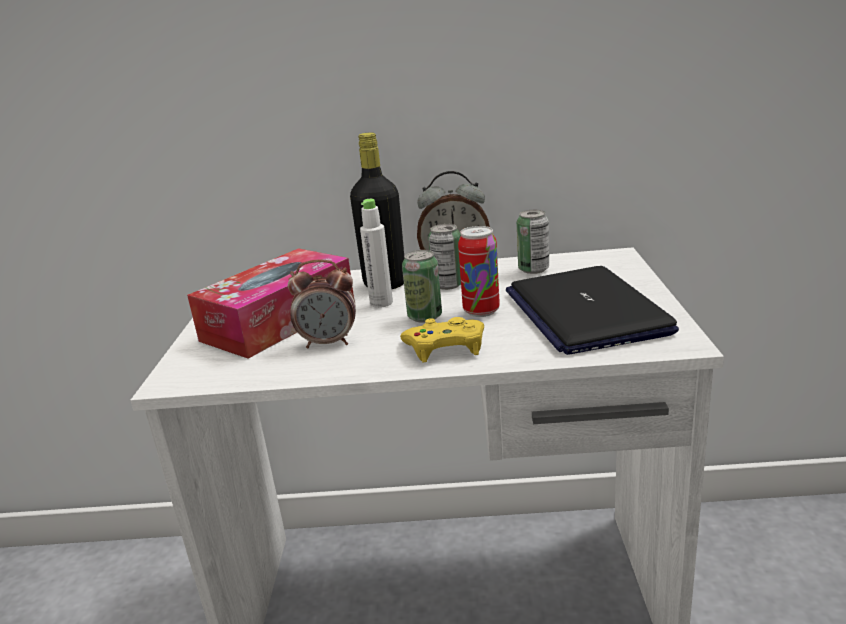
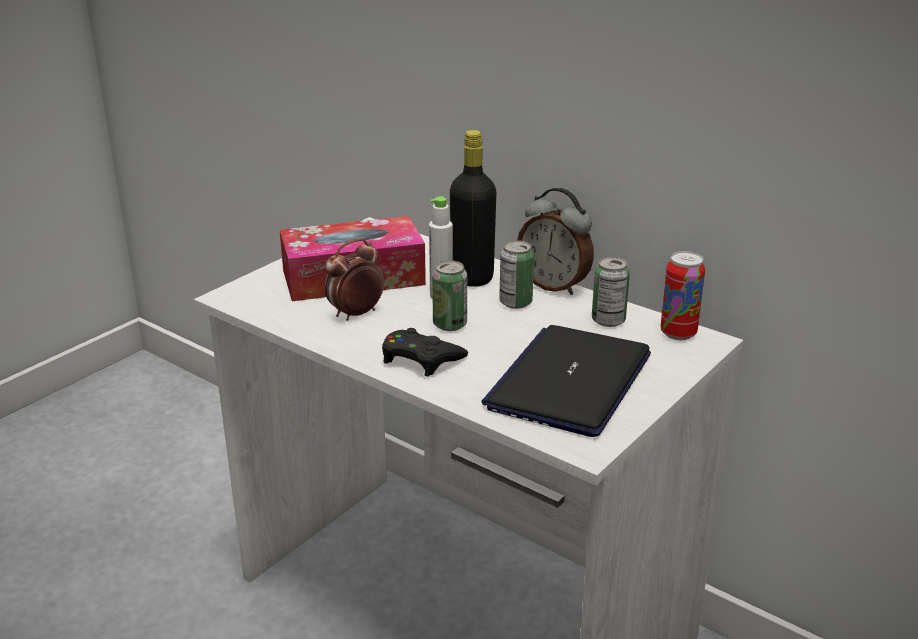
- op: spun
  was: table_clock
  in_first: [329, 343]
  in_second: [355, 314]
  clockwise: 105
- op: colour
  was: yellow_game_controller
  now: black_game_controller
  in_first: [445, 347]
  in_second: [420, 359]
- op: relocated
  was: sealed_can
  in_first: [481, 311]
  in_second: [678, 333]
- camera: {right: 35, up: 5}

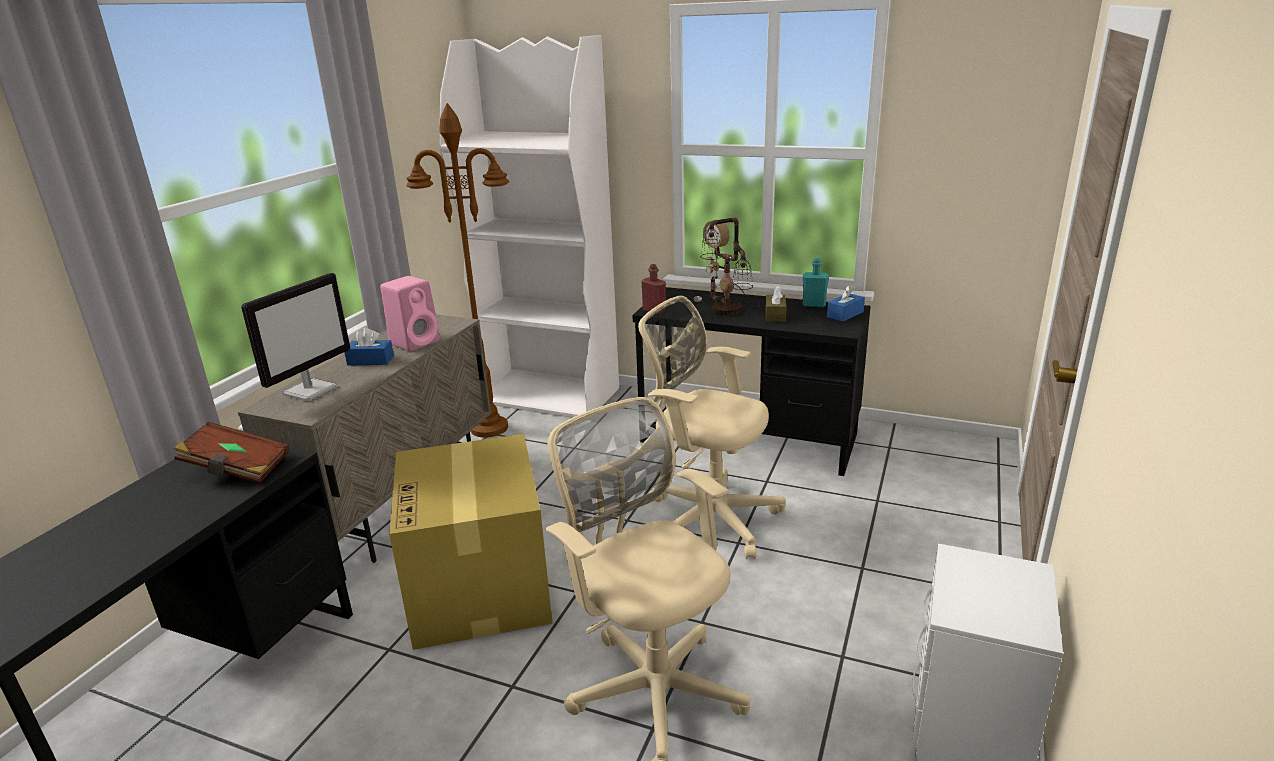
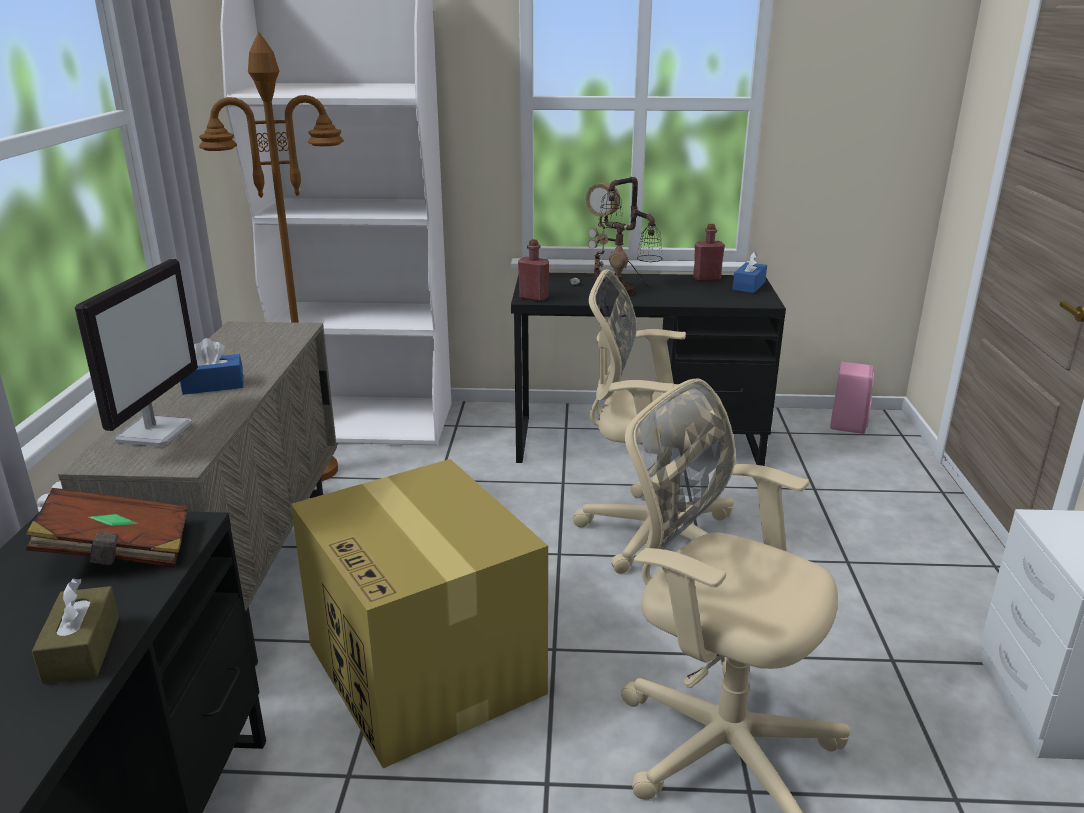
- op: relocated
  was: brown_tissue_holder
  in_first: [775, 315]
  in_second: [82, 649]
- op: colour
  was: blue-green_bottle
  now: red-coloured_bottle
  in_first: [814, 305]
  in_second: [707, 279]
- op: relocated
  was: pink_loudspeaker
  in_first: [415, 342]
  in_second: [847, 424]
- camera: {right: -20, up: 0}

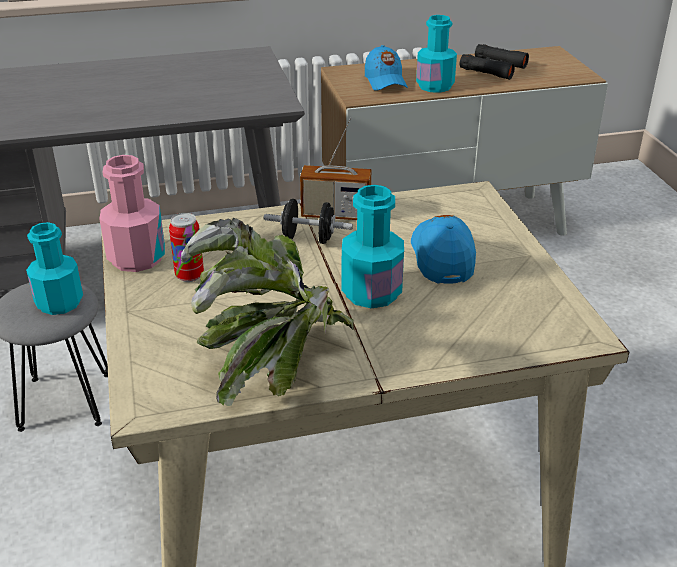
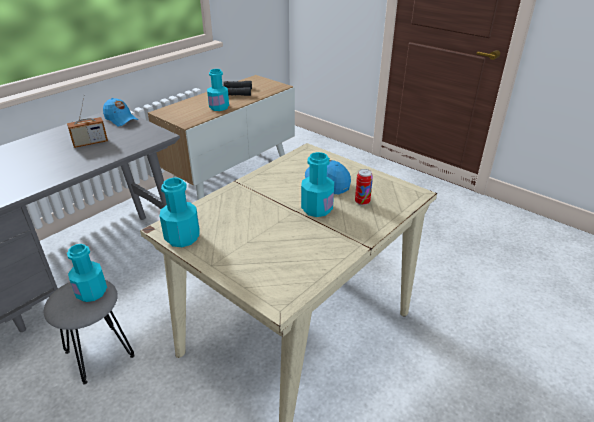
- op: relocated
  was: radio_set
  in_first: [336, 214]
  in_second: [90, 143]
- op: relocated
  was: bluish_cap
  in_first: [385, 81]
  in_second: [121, 119]
- op: colour
  was: pink_bottle
  now: blue-green_bottle
  in_first: [137, 258]
  in_second: [182, 237]
- op: relocated
  was: sealed_can
  in_first: [189, 276]
  in_second: [362, 202]
- op: missing
  was: houseplant
  in_first: [274, 363]
- op: missing
  was: black_hand_weight
  in_first: [308, 239]
- camera: {right: -35, up: 0}

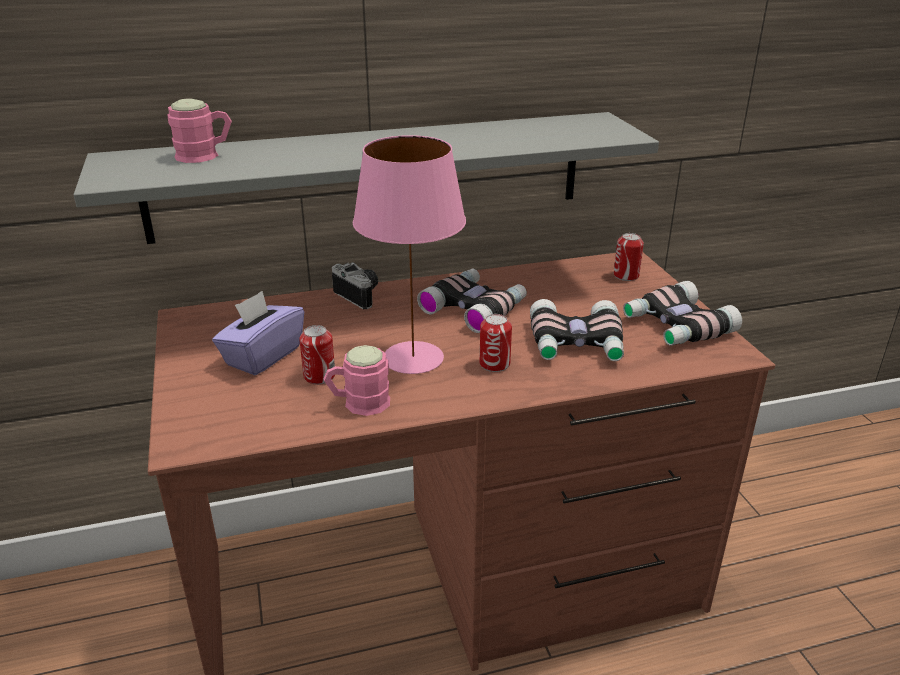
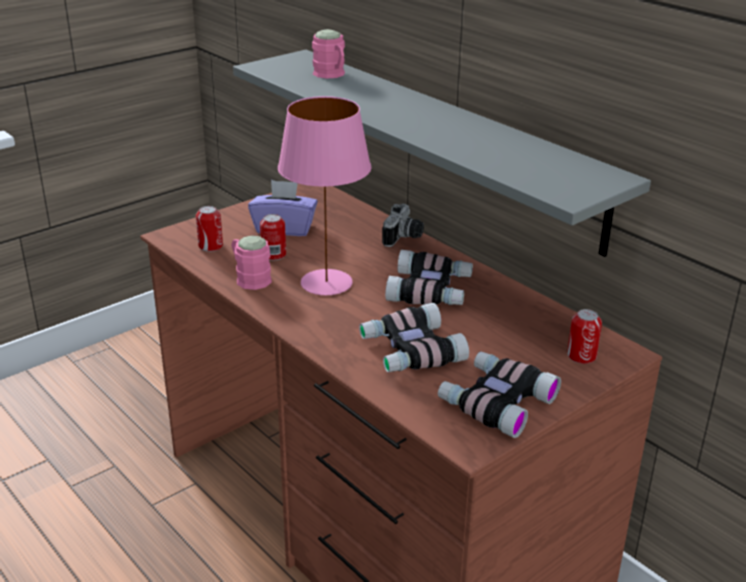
- op: relocated
  was: sealed_can
  in_first: [494, 364]
  in_second: [210, 246]
- camera: {right: 65, up: 0}

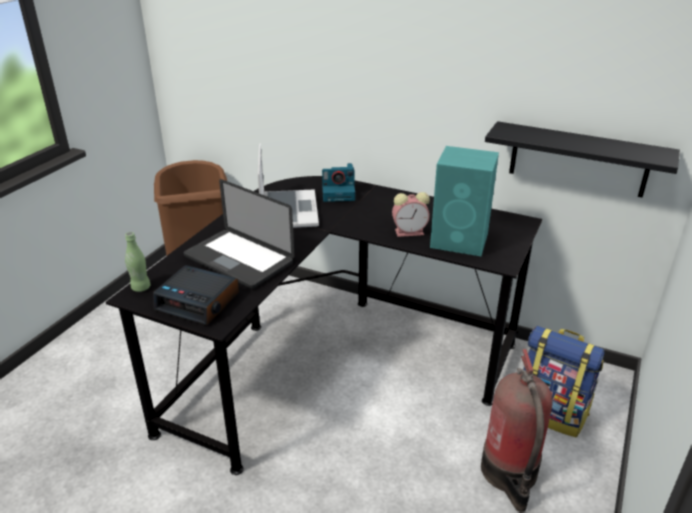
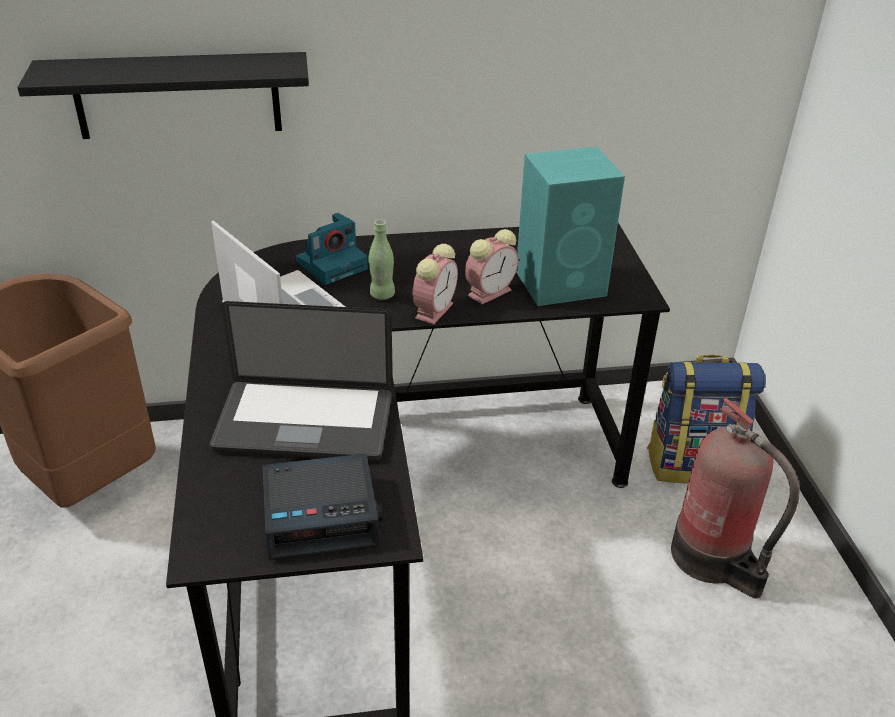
- op: relocated
  was: black_wall_shelf
  in_first: [578, 159]
  in_second: [177, 95]
- op: relocated
  was: green-coloured_bottle
  in_first: [141, 287]
  in_second: [382, 295]
- op: appeared
  now: table_clock
  in_second: [434, 309]
- camera: {right: -35, up: 5}

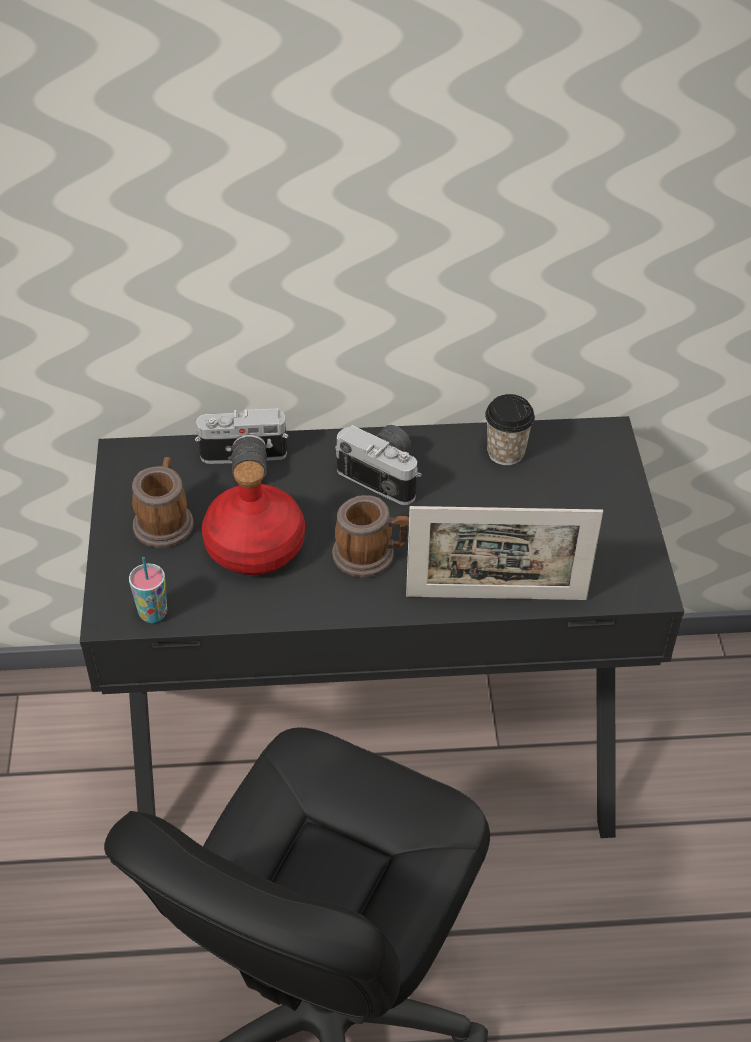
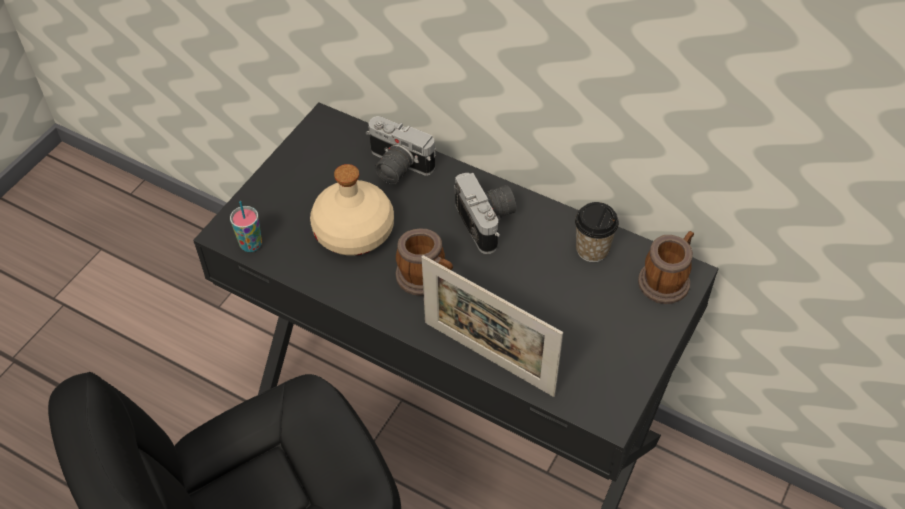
- op: colour
  was: red-coloured_bottle
  now: beige_bottle
  in_first: [254, 548]
  in_second: [353, 231]
- op: relocated
  was: coffee_mug
  in_first: [164, 520]
  in_second: [667, 279]
- camera: {right: 35, up: 5}

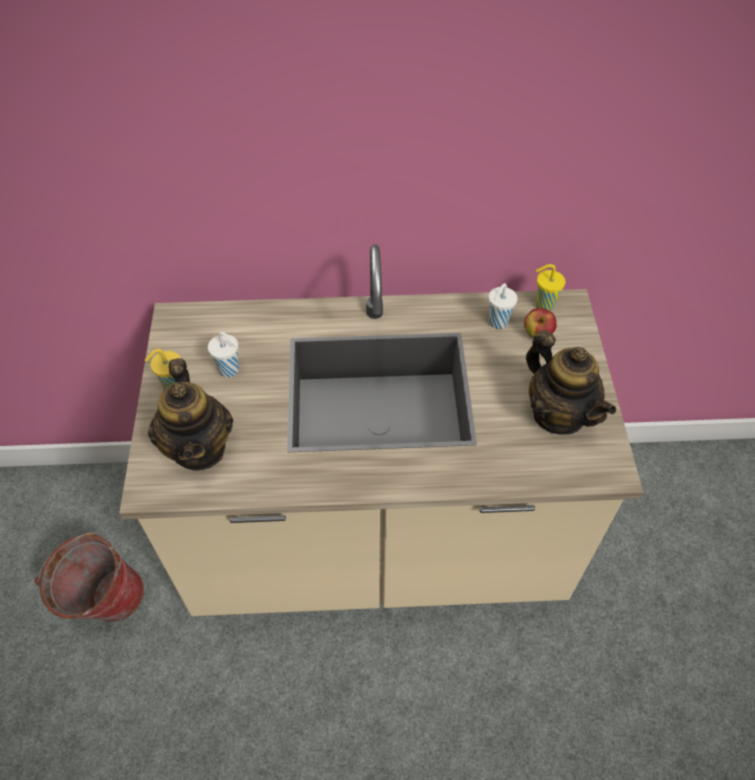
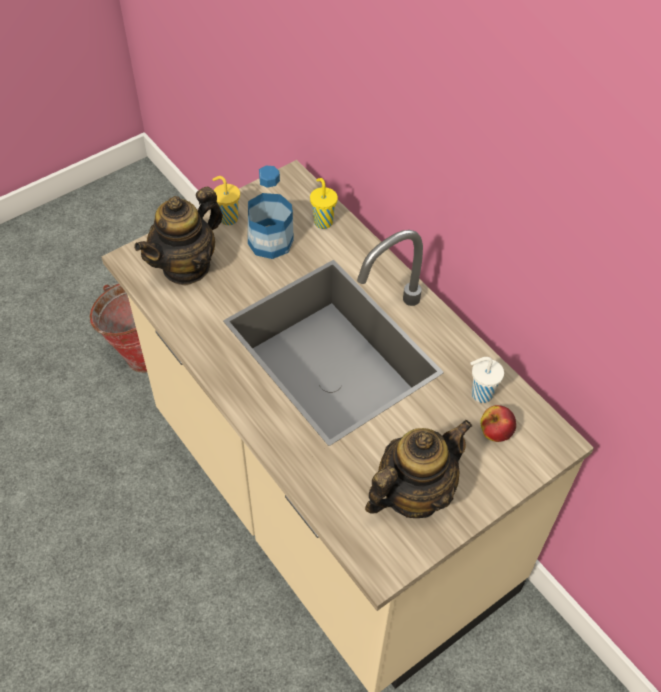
- op: exchanged
  was: white_cup
  now: bottle
  in_first: [230, 370]
  in_second: [270, 241]
- op: relocated
  was: yellow_cup
  in_first: [543, 305]
  in_second: [323, 221]
- op: spun
  was: pot_for_tea
  in_first: [558, 414]
  in_second: [413, 494]
  clockwise: -150
- camera: {right: 55, up: 0}

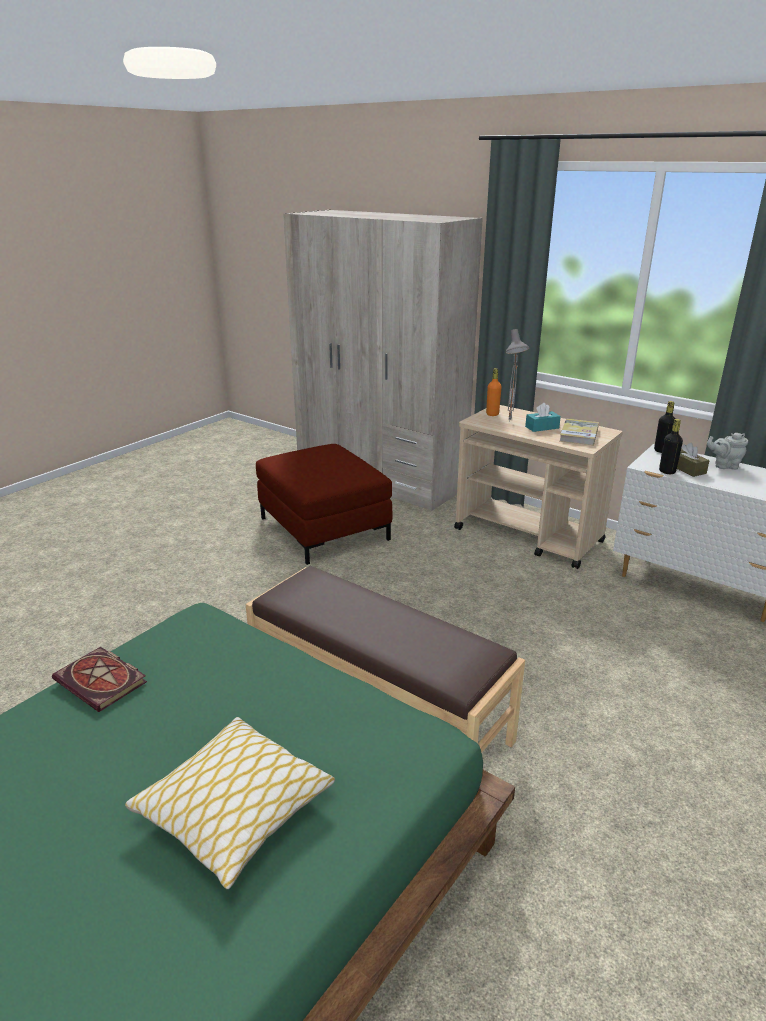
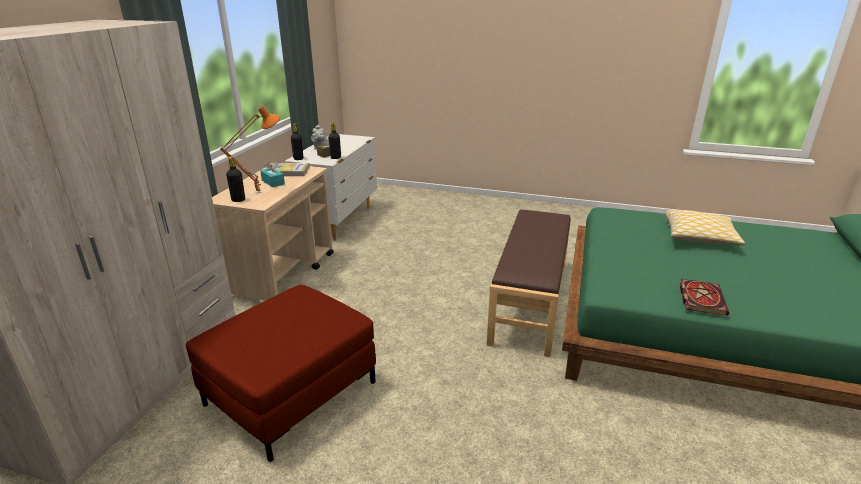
- op: colour
  was: gray_lamp_for_a_table
  now: orangey_lamp_for_a_table
  in_first: [511, 421]
  in_second: [259, 192]
- op: colour
  was: orangey_bottle
  now: black_bottle
  in_first: [492, 414]
  in_second: [238, 200]
- camera: {right: -110, up: 0}

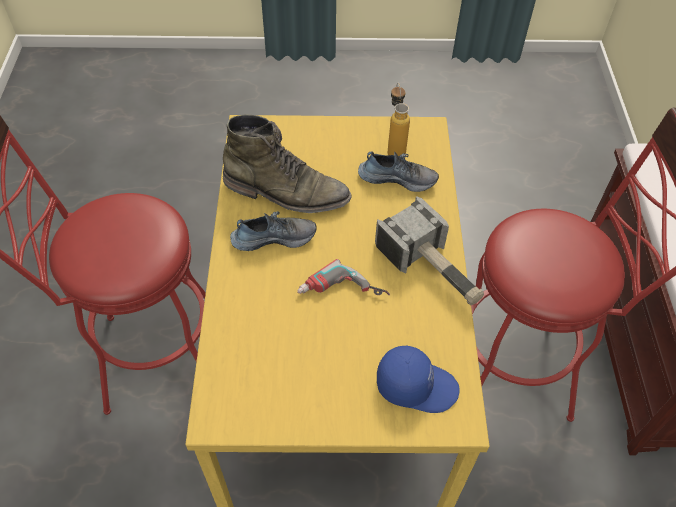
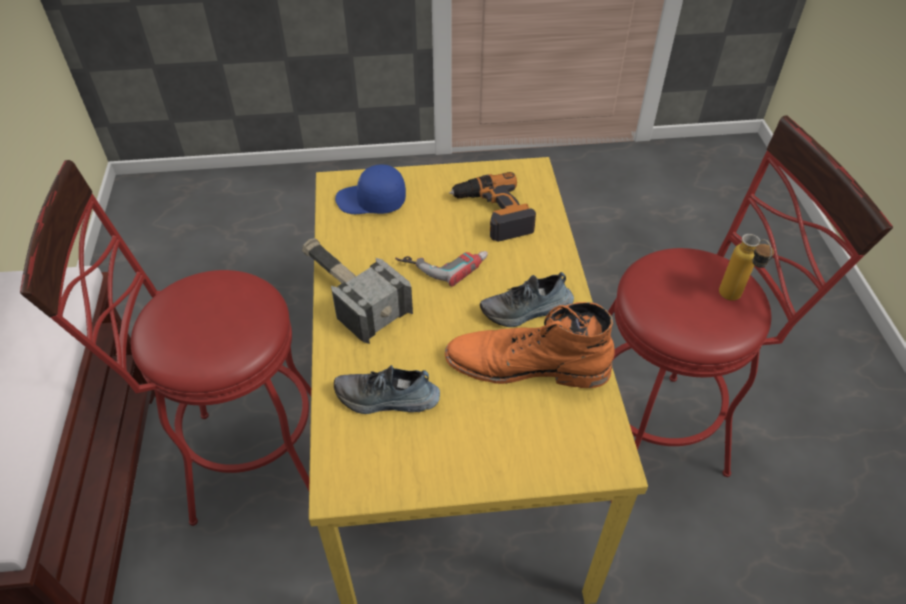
- op: colour
  was: green-coloured_high-top_boot
  now: orangey_high-top_boot
  in_first: [286, 192]
  in_second: [526, 365]
- op: appeared
  now: electric_drill
  in_second: [492, 213]
- op: relocated
  was: bottle
  in_first: [394, 148]
  in_second: [734, 300]
- camera: {right: 175, up: -5}

